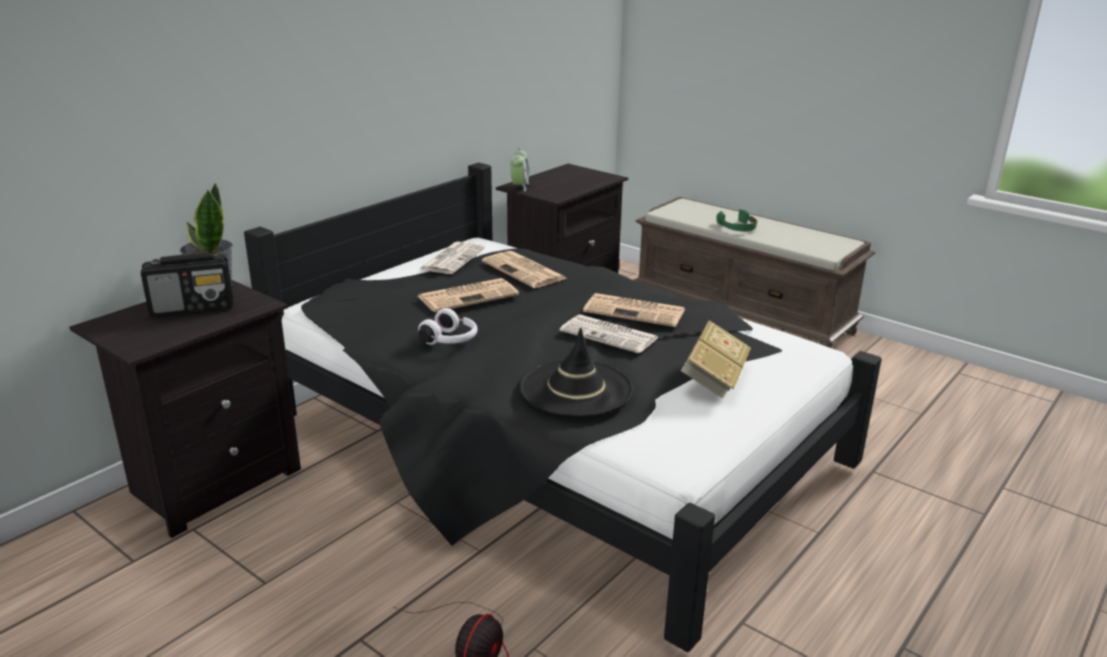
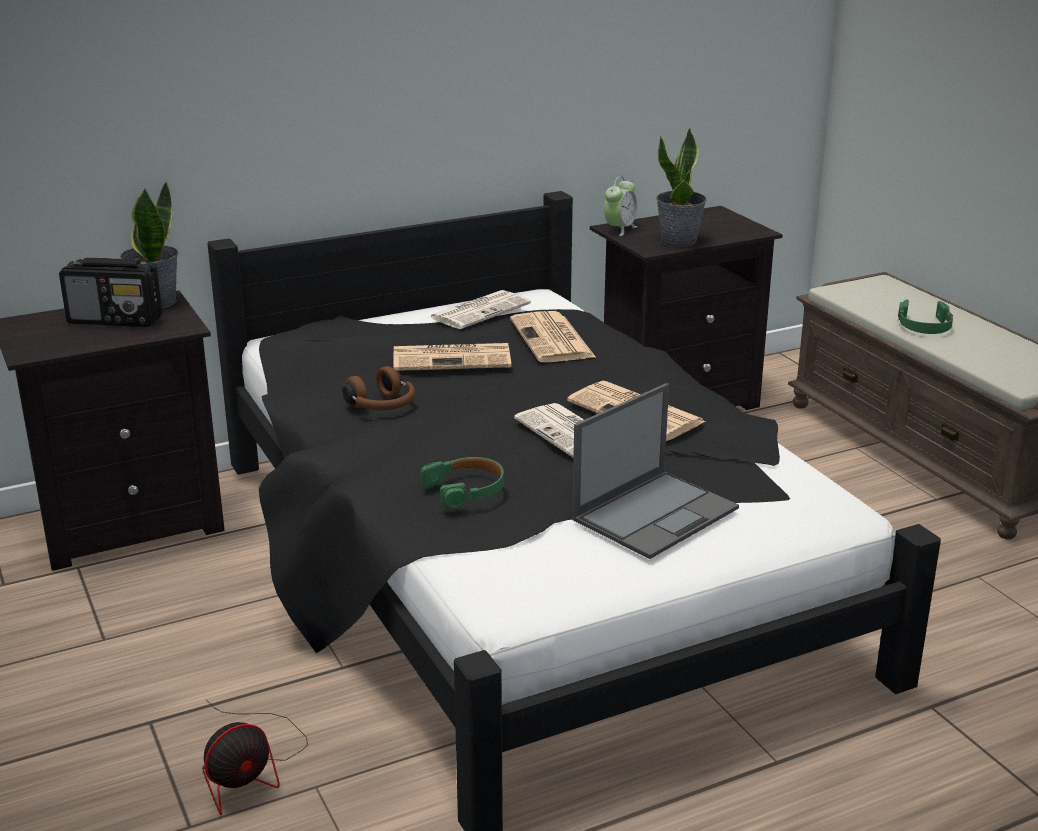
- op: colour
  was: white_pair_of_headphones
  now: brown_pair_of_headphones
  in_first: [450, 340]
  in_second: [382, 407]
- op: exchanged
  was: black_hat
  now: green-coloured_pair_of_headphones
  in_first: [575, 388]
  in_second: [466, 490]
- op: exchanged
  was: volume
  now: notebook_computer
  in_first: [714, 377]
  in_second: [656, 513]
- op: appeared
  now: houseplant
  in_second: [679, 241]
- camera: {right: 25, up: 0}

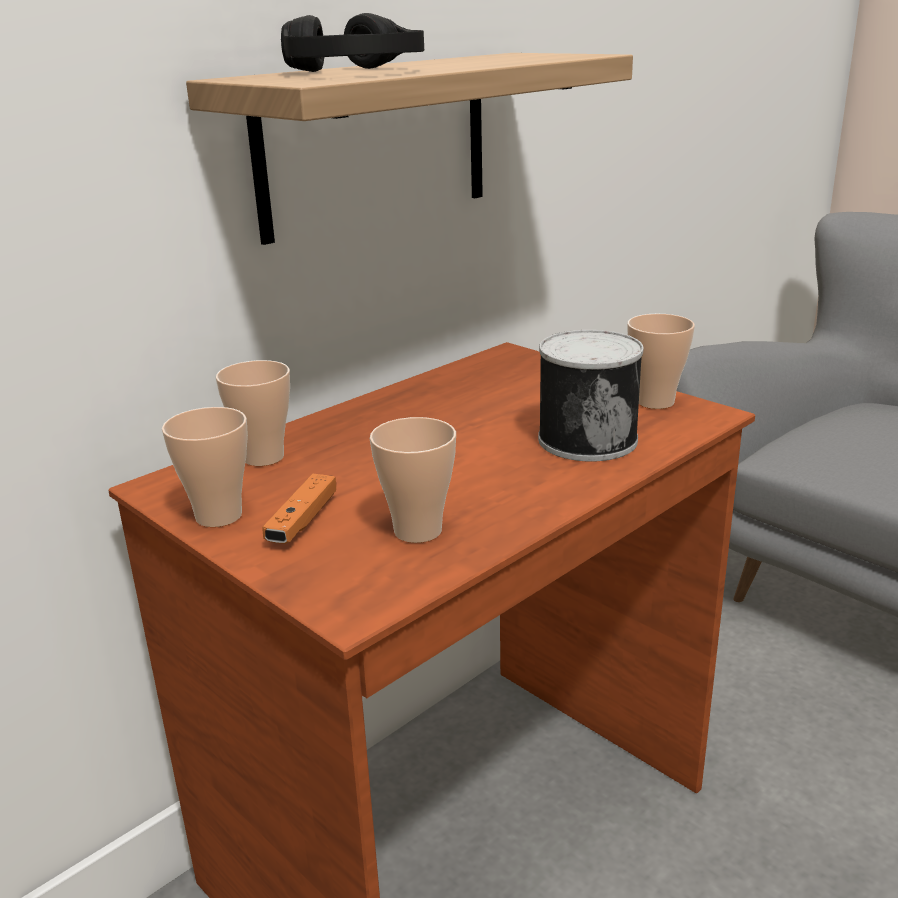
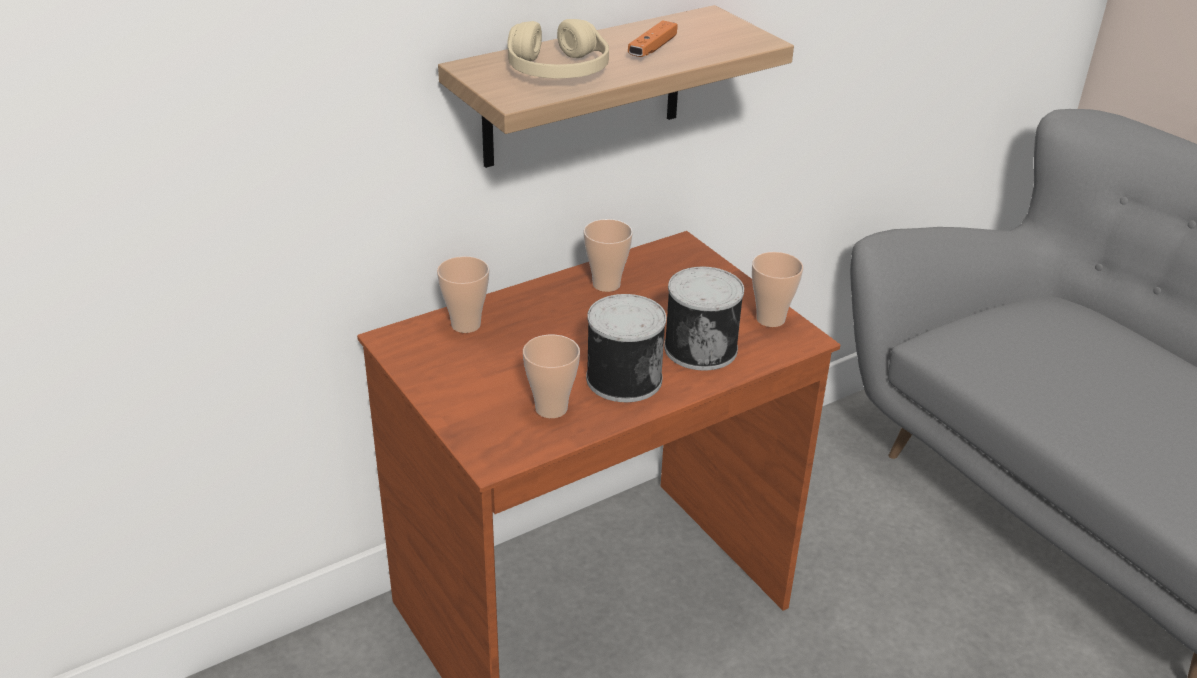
- op: colour
  was: black_pair_of_headphones
  now: beige_pair_of_headphones
  in_first: [355, 72]
  in_second: [558, 70]
- op: relocated
  was: cup
  in_first: [218, 516]
  in_second: [606, 284]
- op: appeared
  now: sealed_can
  in_second: [622, 378]
- op: relocated
  was: orangey_game_controller
  in_first: [302, 521]
  in_second: [652, 48]
- camera: {right: 10, up: 10}

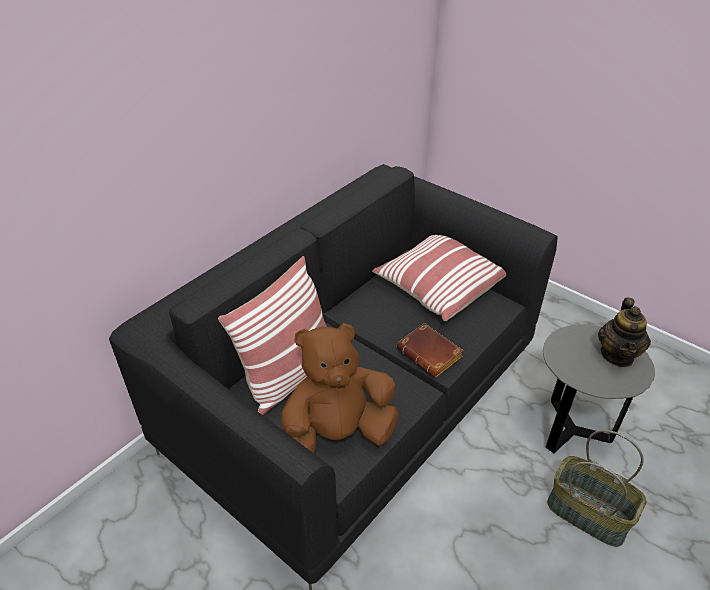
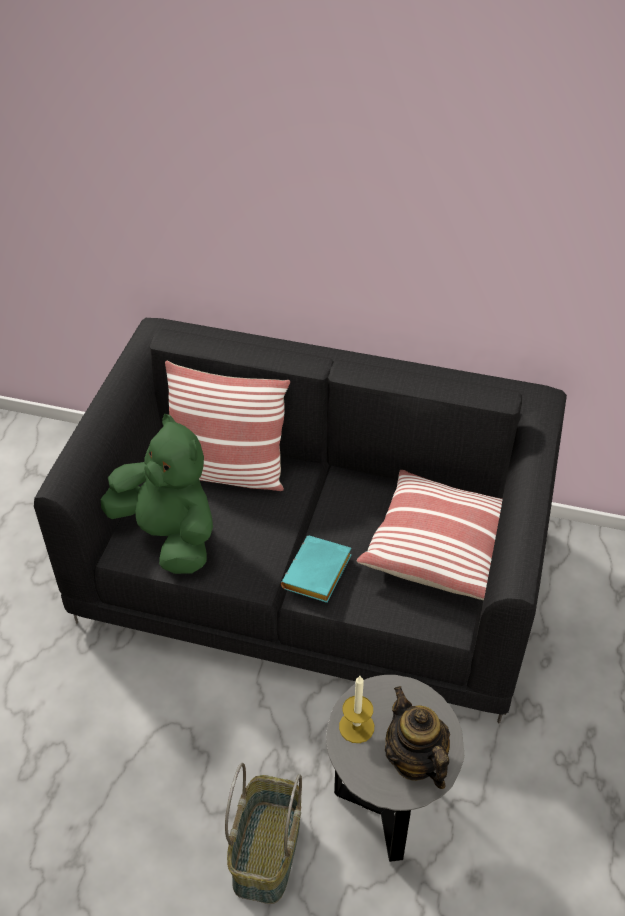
- op: colour
  was: brown_soft_toy
  now: green-coloured_soft_toy
  in_first: [336, 435]
  in_second: [168, 535]
- op: colour
  was: brown_volume
  now: blue-green_volume
  in_first: [431, 354]
  in_second: [318, 575]
- op: appeared
  now: wax_light
  in_second: [356, 727]
- op: spun
  was: pot_for_tea
  in_first: [617, 355]
  in_second: [414, 760]
  clockwise: 75
- camera: {right: 65, up: 5}

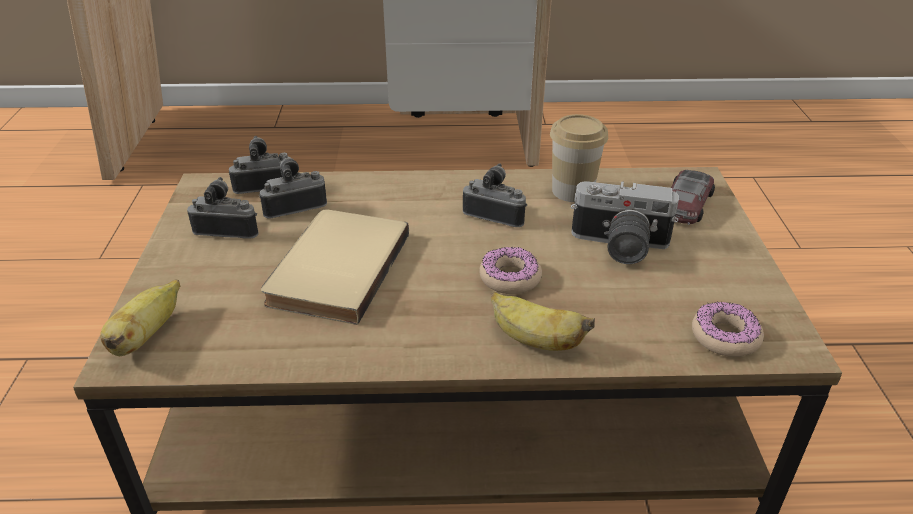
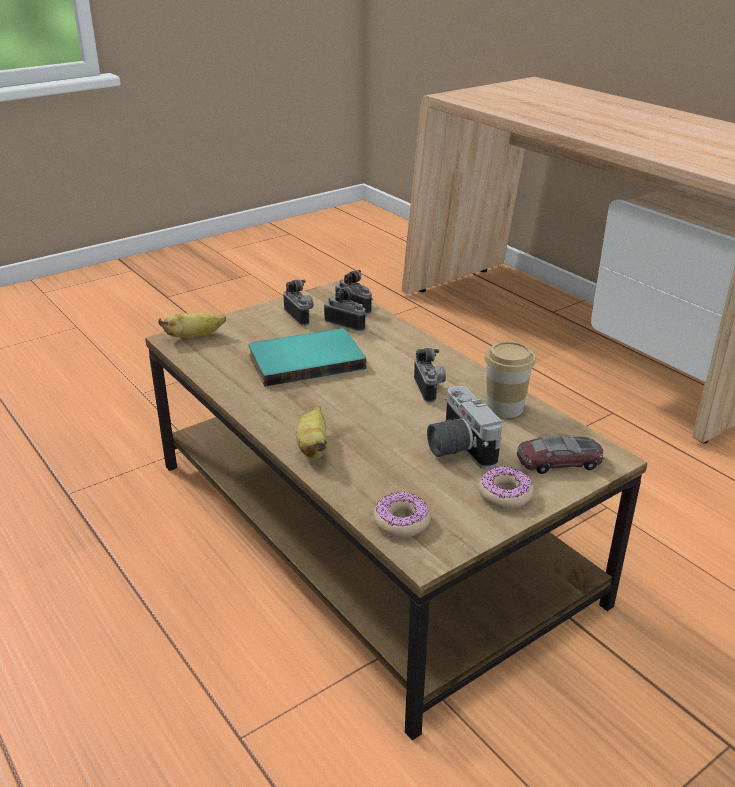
- op: colour
  was: beige_volume
  now: blue-green_volume
  in_first: [334, 268]
  in_second: [305, 359]
- op: relocated
  was: donut
  in_first: [510, 278]
  in_second: [505, 494]
- camera: {right: 55, up: -5}

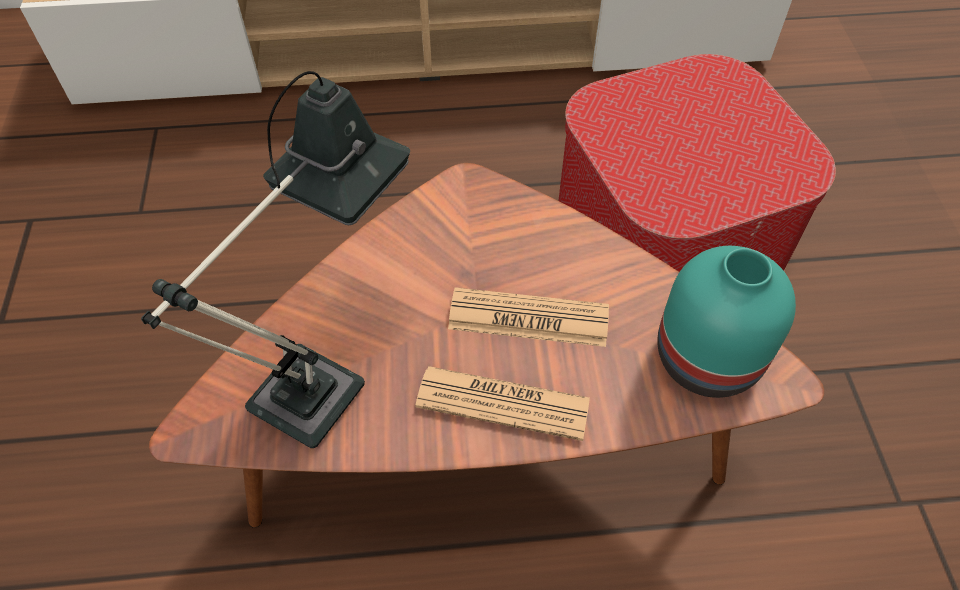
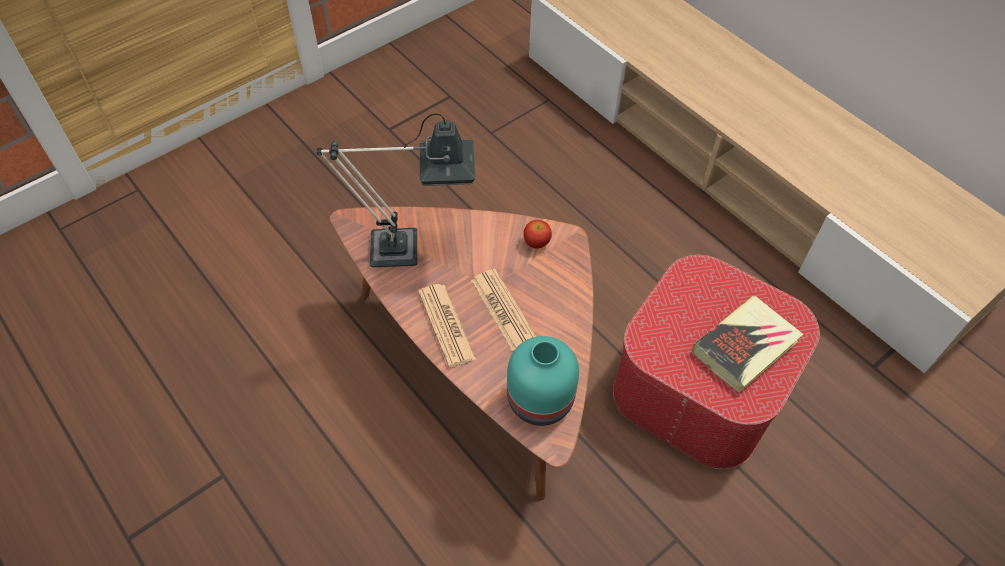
- op: appeared
  now: whole_apple
  in_second: [537, 242]
- op: appeared
  now: volume
  in_second: [745, 347]
- camera: {right: 55, up: 0}

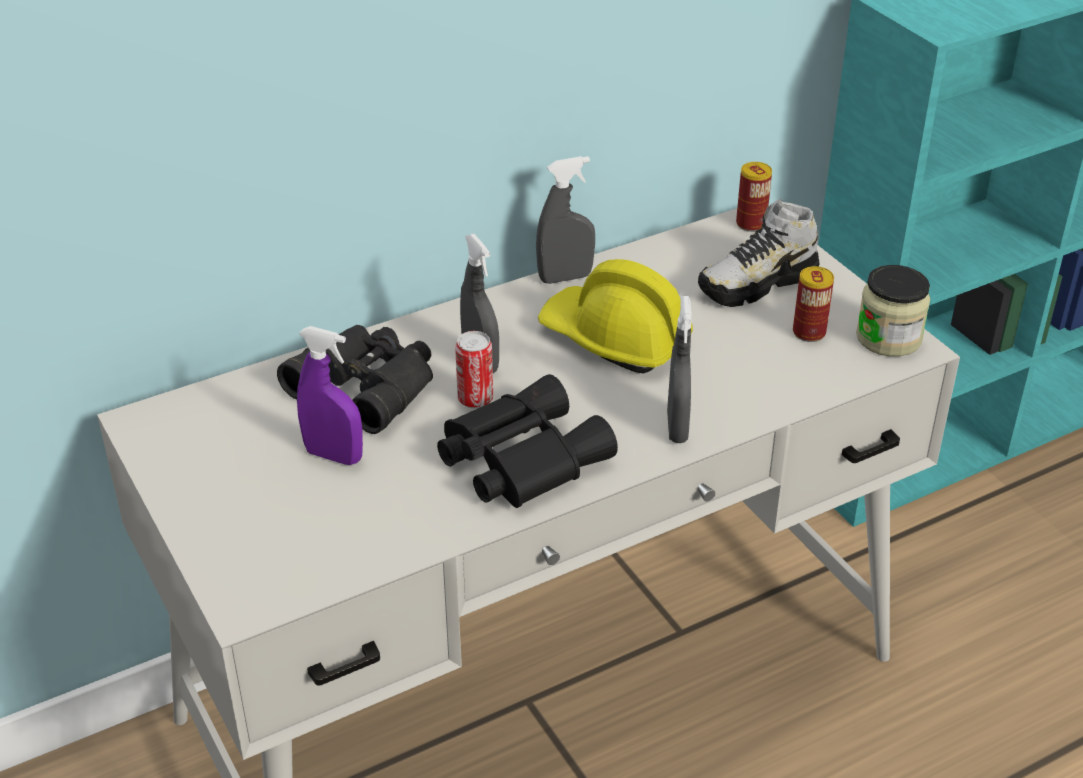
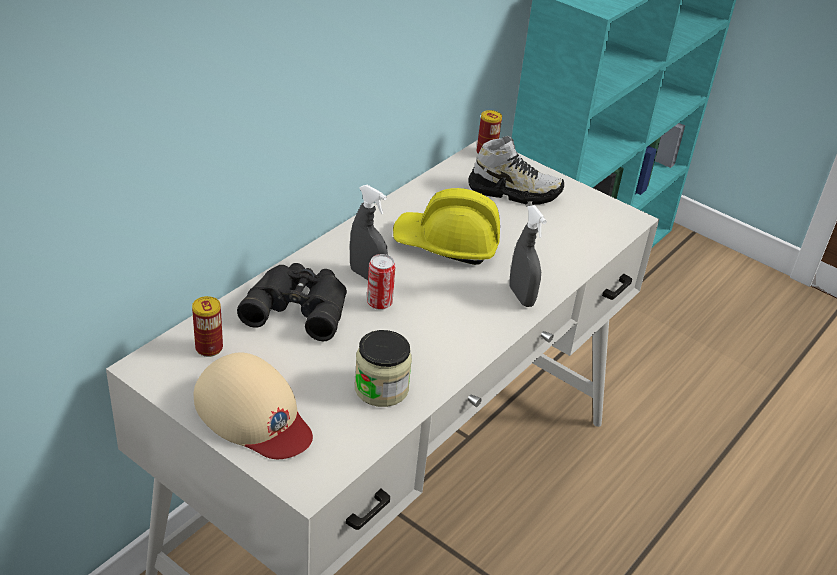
- op: relocated
  was: sealed_can
  in_first: [809, 332]
  in_second: [209, 348]
- op: appeared
  now: beige_cap
  in_second: [253, 414]
- op: relocated
  was: preserve_jar
  in_first: [888, 338]
  in_second: [381, 388]
- op: spun
  was: low_shoe
  in_first: [758, 283]
  in_second: [514, 192]
  clockwise: -120
- op: missing
  was: purple_spray_bottle
  in_first: [334, 455]
- op: missing
  was: black_binoculars
  in_first: [518, 457]
- op: missing
  was: gray_spray_bottle
  in_first: [565, 278]
- camera: {right: -25, up: 0}

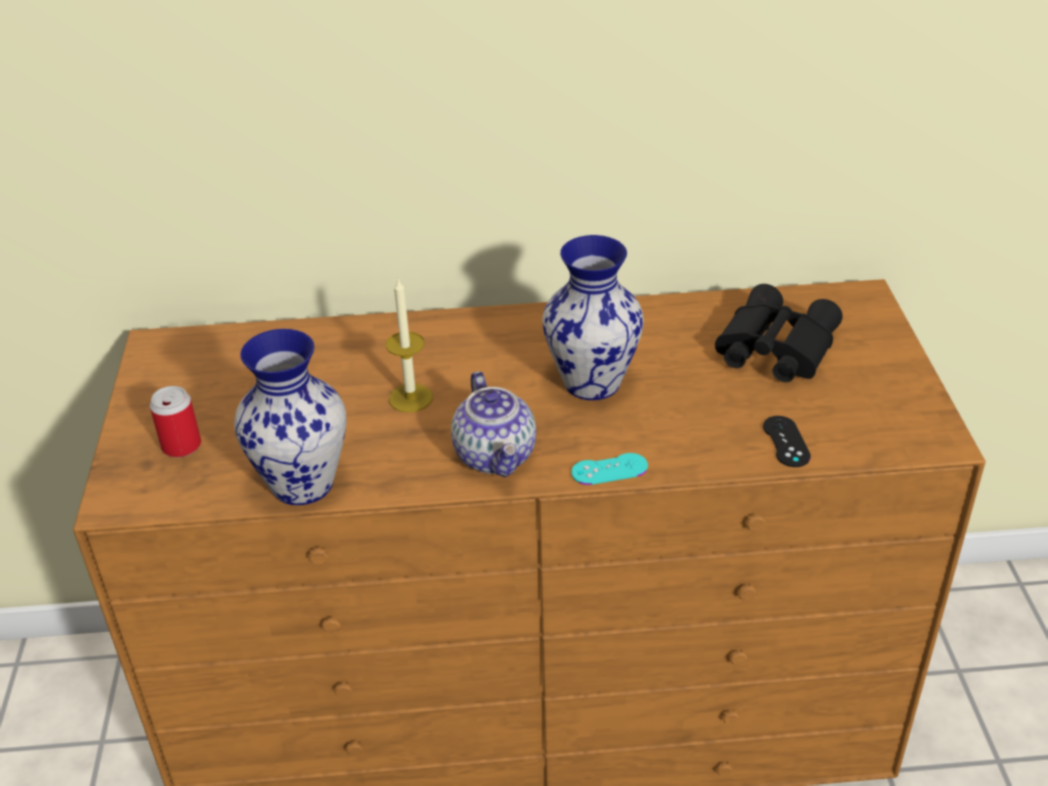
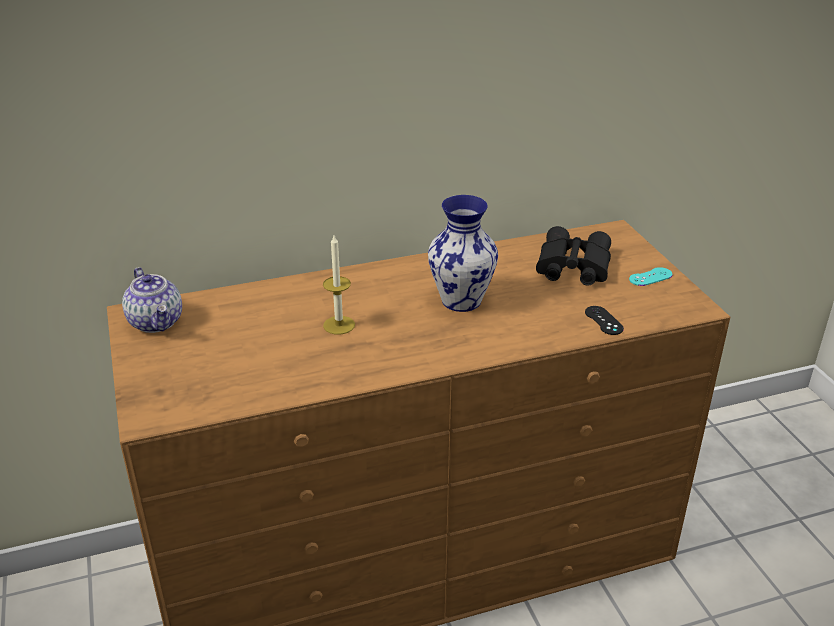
- op: relocated
  was: pot_for_tea
  in_first: [496, 456]
  in_second: [157, 322]
- op: relocated
  was: blue-green_game_controller
  in_first: [609, 469]
  in_second: [650, 277]
- op: missing
  was: sealed_can
  in_first: [181, 446]
- op: missing
  was: vase
  in_first: [303, 485]
- camera: {right: -15, up: -5}

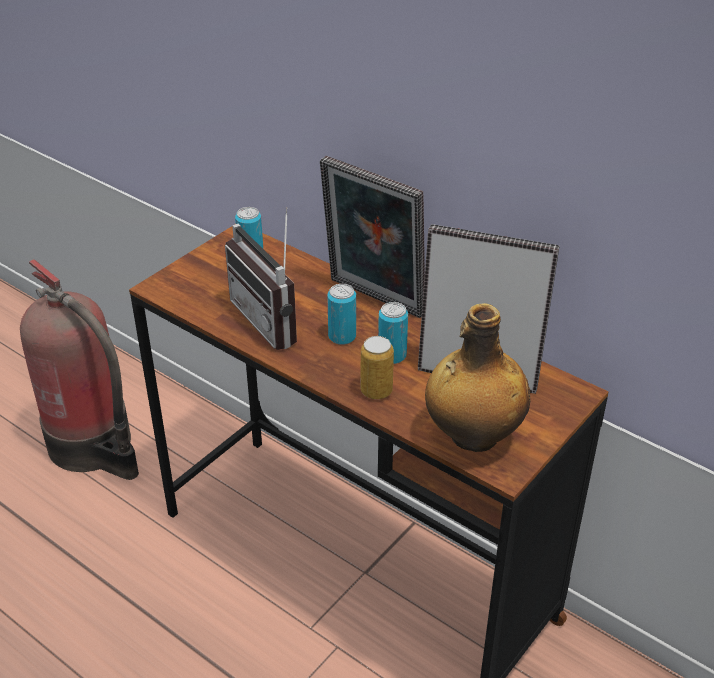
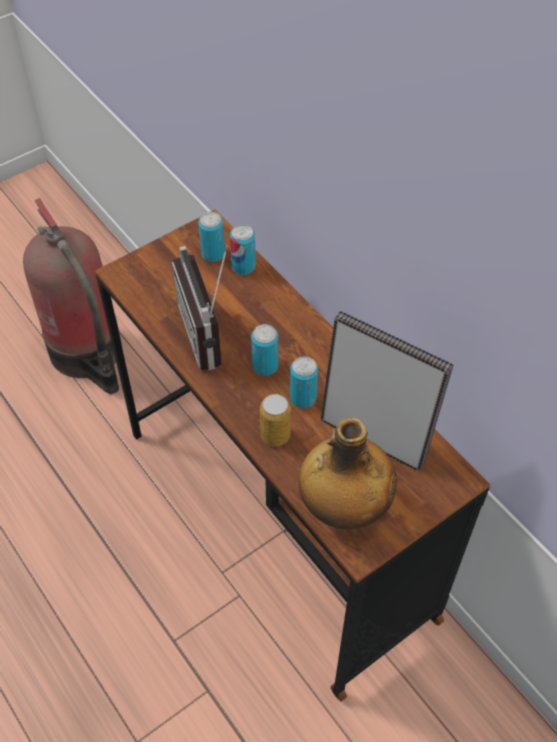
- op: appeared
  now: sealed_can
  in_second: [243, 267]
- op: missing
  was: standing_frame
  in_first: [373, 299]
- camera: {right: 15, up: 15}

